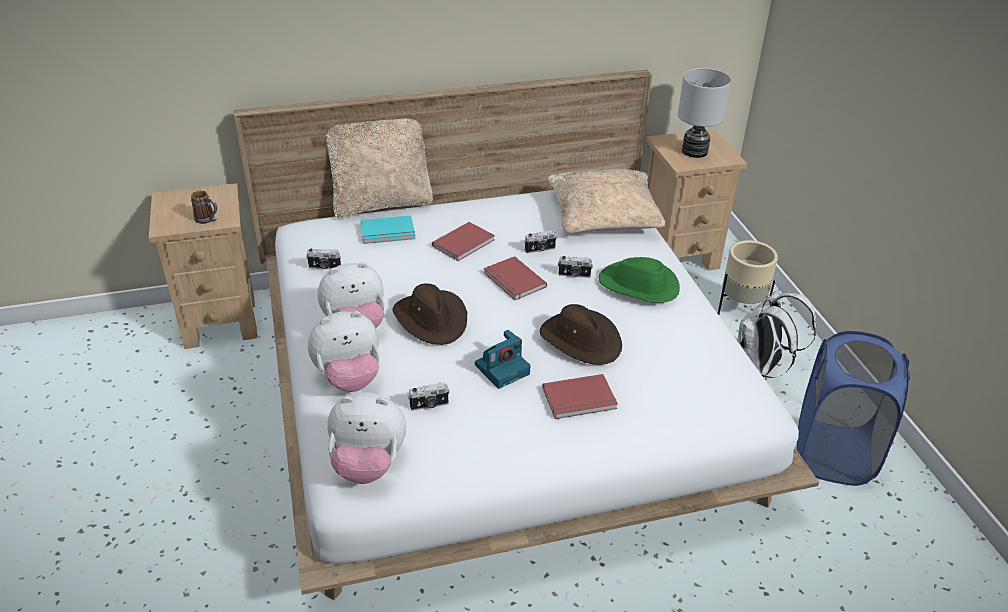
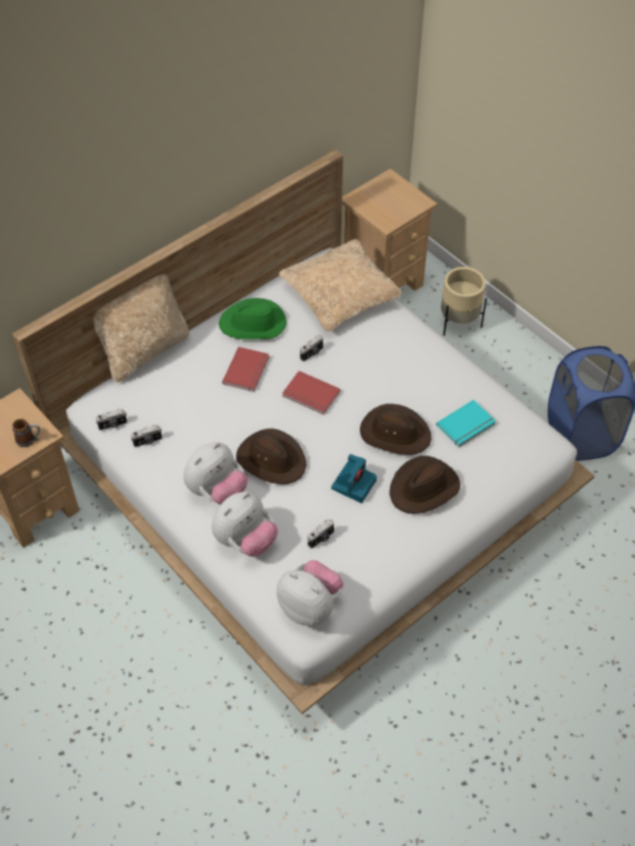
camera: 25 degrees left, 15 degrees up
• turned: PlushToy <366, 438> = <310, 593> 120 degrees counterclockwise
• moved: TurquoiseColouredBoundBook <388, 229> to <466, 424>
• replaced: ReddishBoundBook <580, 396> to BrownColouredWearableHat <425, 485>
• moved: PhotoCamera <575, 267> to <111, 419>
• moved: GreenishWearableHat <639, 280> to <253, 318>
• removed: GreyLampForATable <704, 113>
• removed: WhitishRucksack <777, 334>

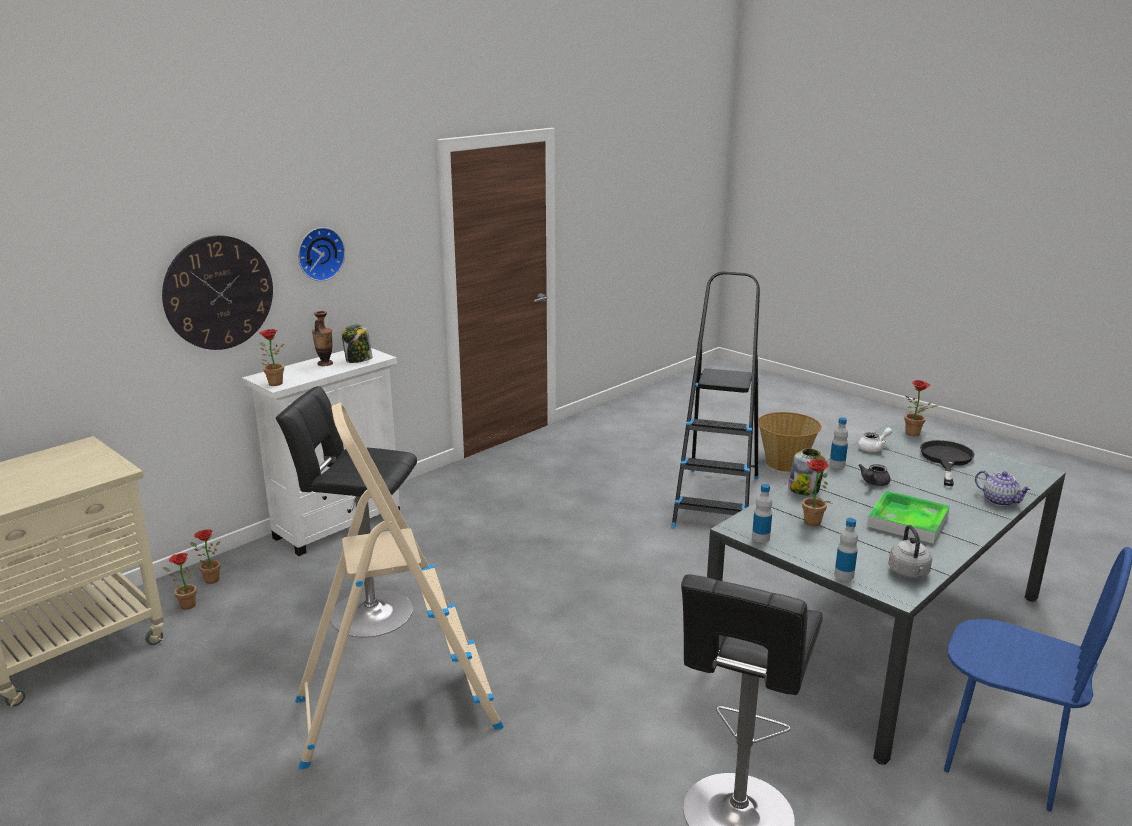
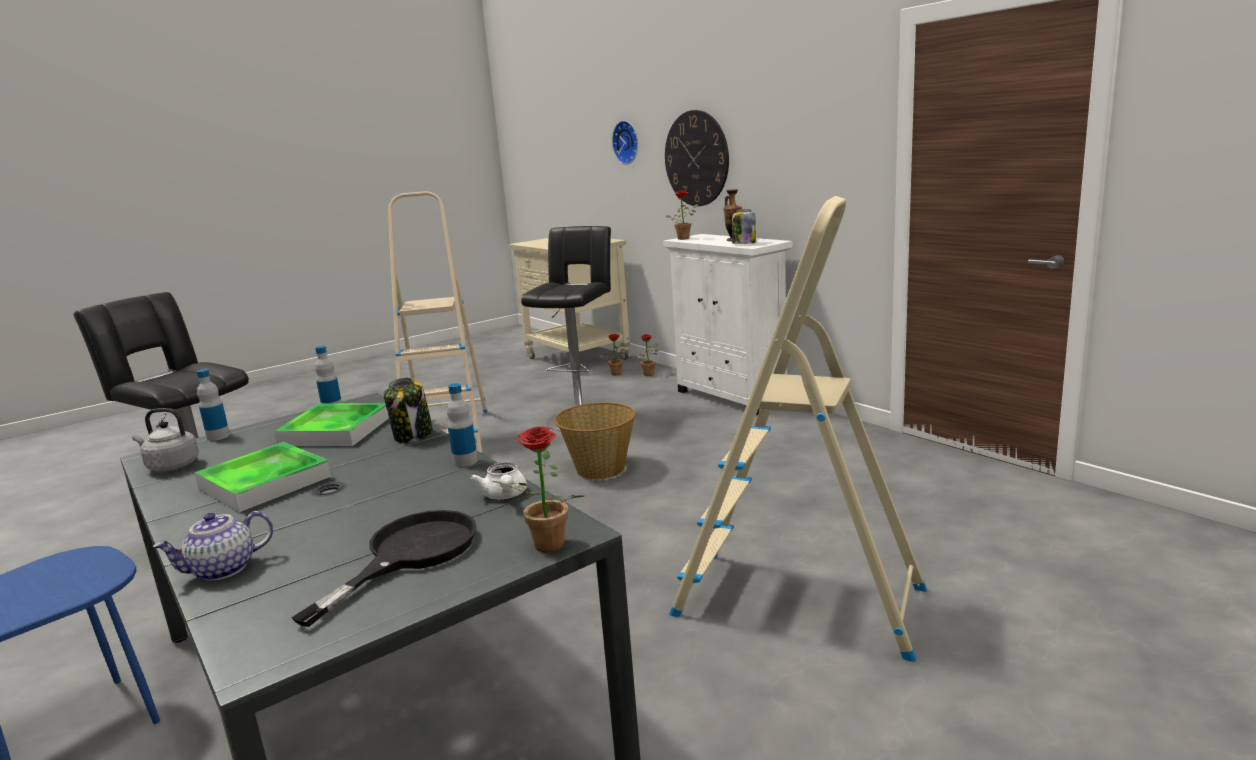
camera: 100 degrees right, 5 degrees down
• moved: ClockOnTheWall <321, 254> to <625, 143>
• recoloured: BlackishStepladder <715, 400> to BeigeColouredStepladder <798, 428>
• moved: Basket <790, 442> to <595, 441>
• replaced: PottedPlant <810, 492> to ServingTray <331, 424>
• removed: GreyTeapot <874, 475>
• turned: BlackishPan <947, 463> = <384, 568> 90 degrees counterclockwise

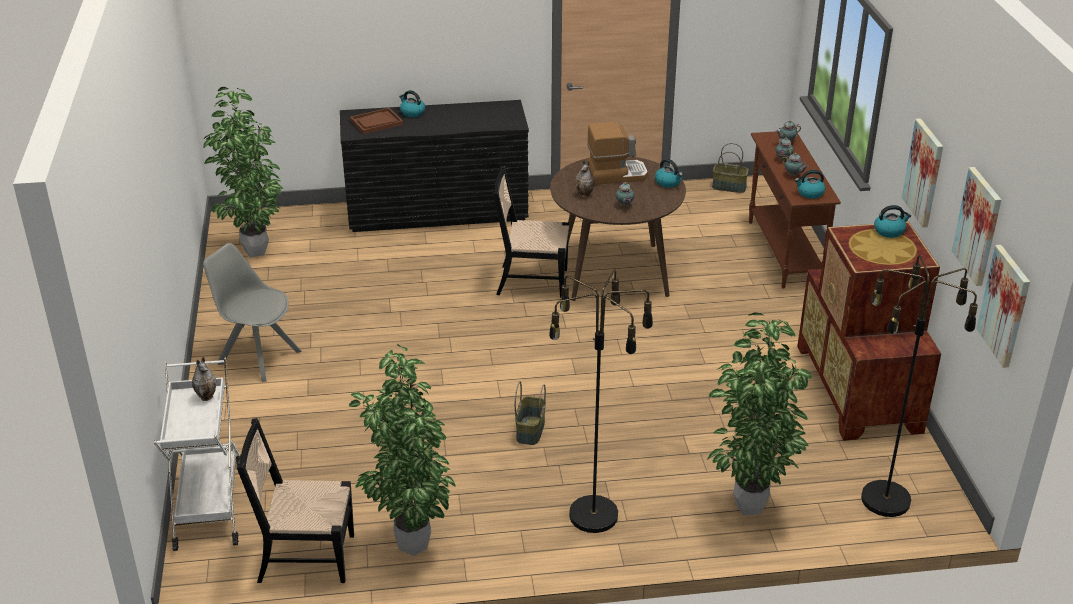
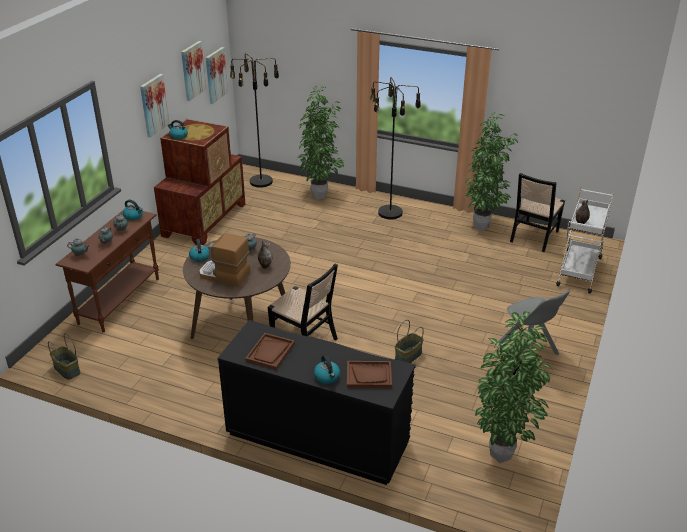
camera: 150 degrees left, 0 degrees up
• turned: PlainChair <295, 500> = <537, 212> 90 degrees clockwise
• moved: Basket <530, 413> to <409, 341>
• added: BrownColouredServingTray <270, 351>

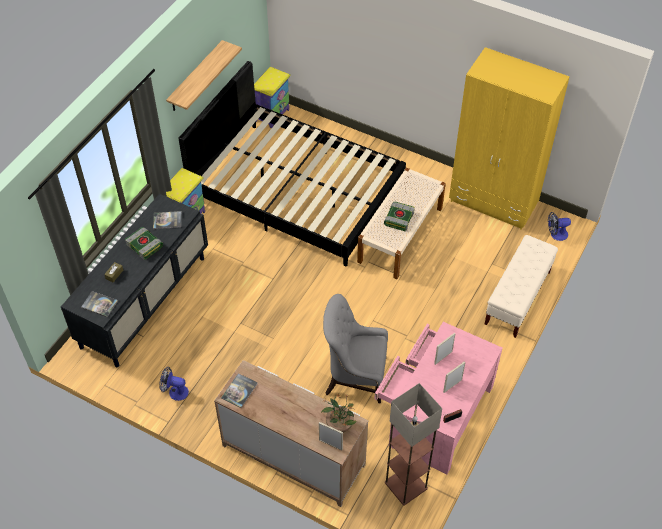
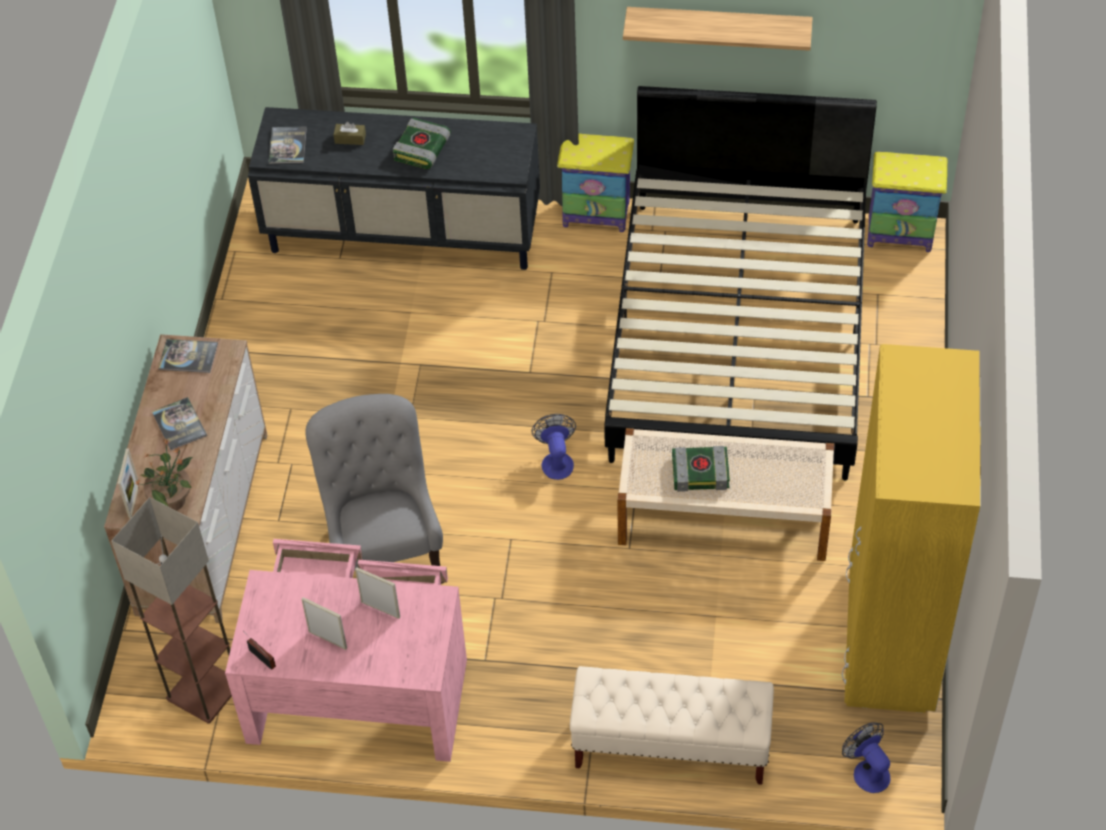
camera: 70 degrees right, 0 degrees up
• moved: BoundBook <167, 220> to <179, 423>
• moved: ElectricFan <174, 384> to <553, 447>

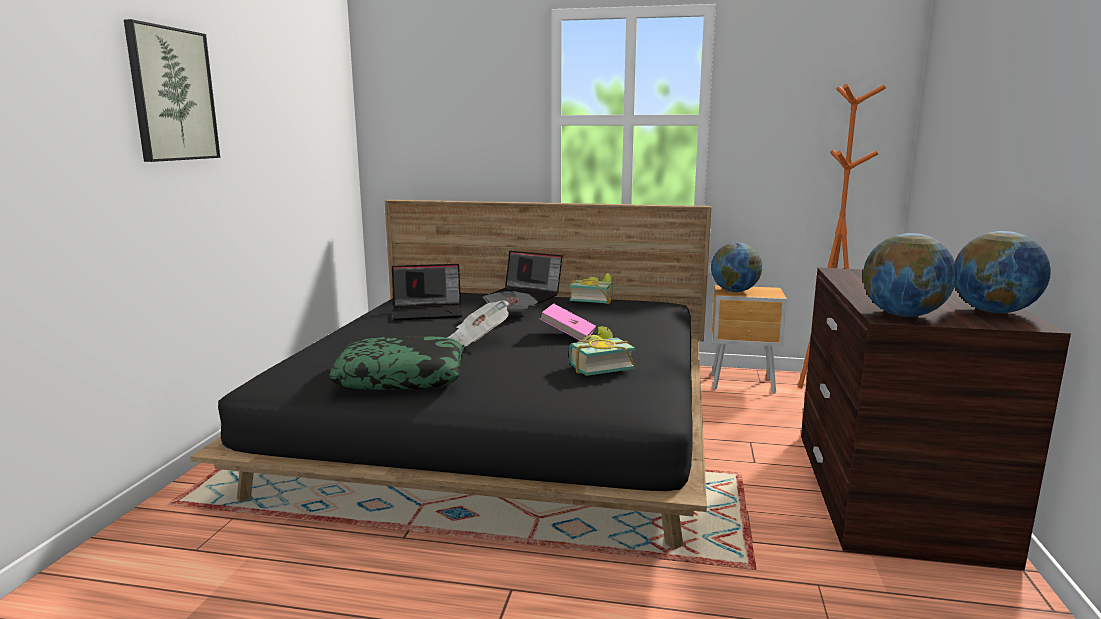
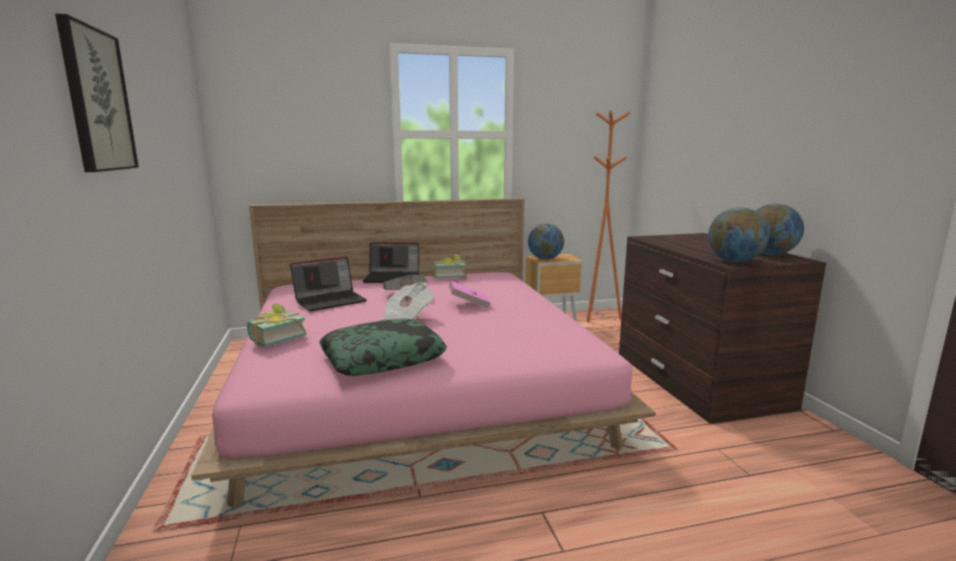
camera: 25 degrees left, 0 degrees up
• recoloured: BlackishSleepingBed <451, 374> to PinkSleepingBed <423, 353>
• moved: BoundBook <602, 351> to <276, 325>

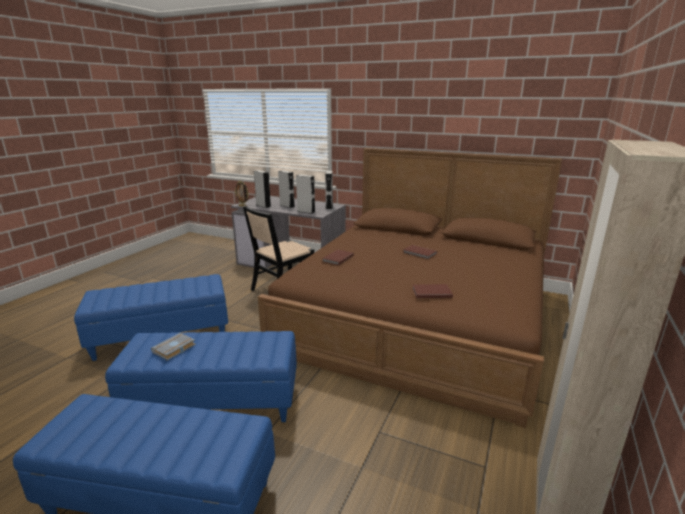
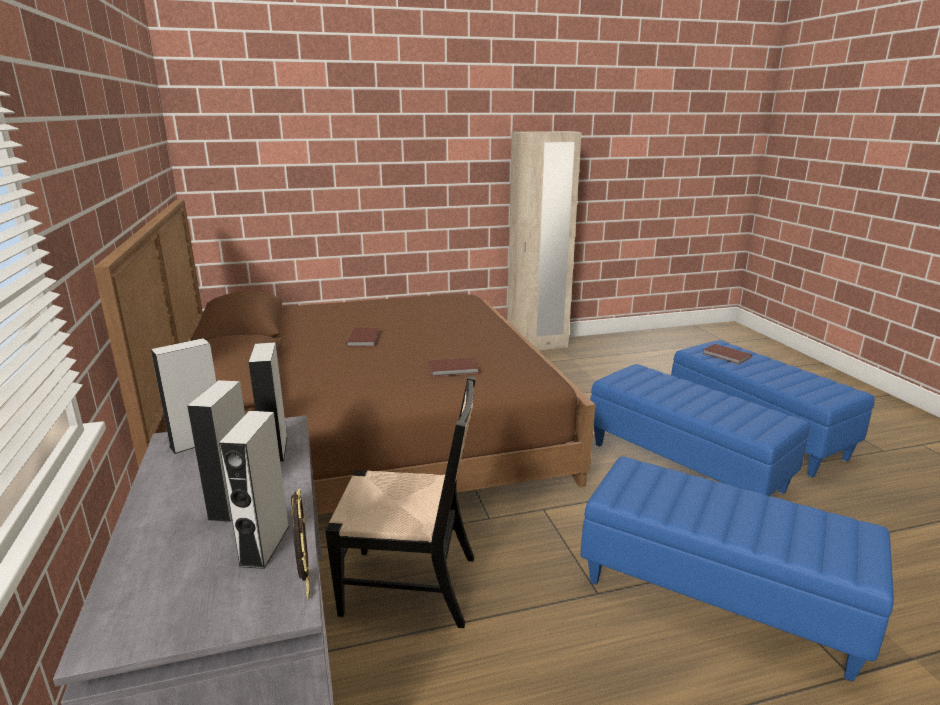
camera: 130 degrees left, 0 degrees up
• removed: GreyBoundBook <173, 347>
• moved: BrownColouredBoundBook <432, 291> to <727, 354>

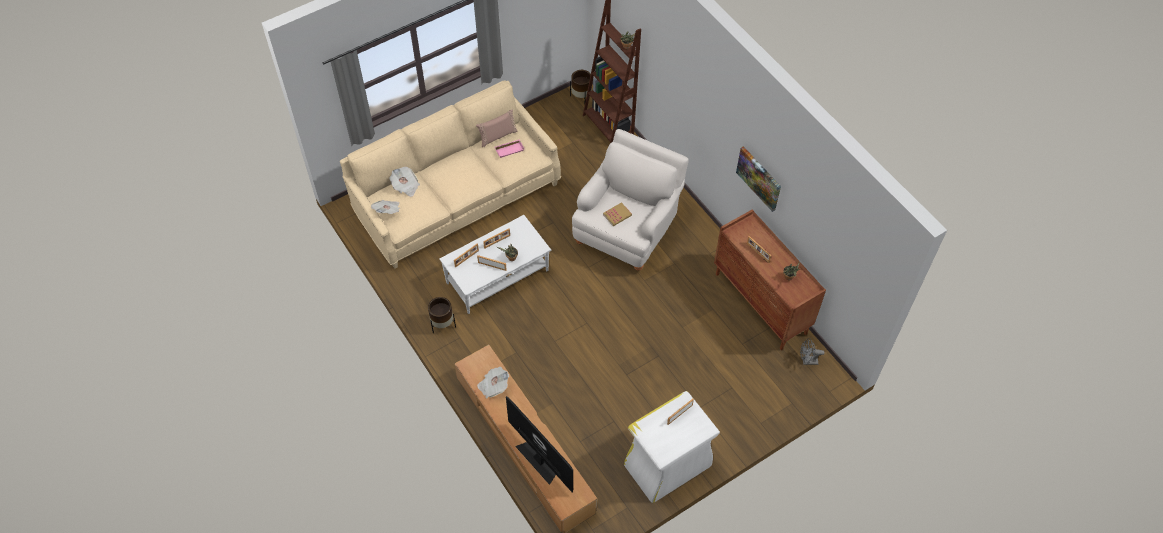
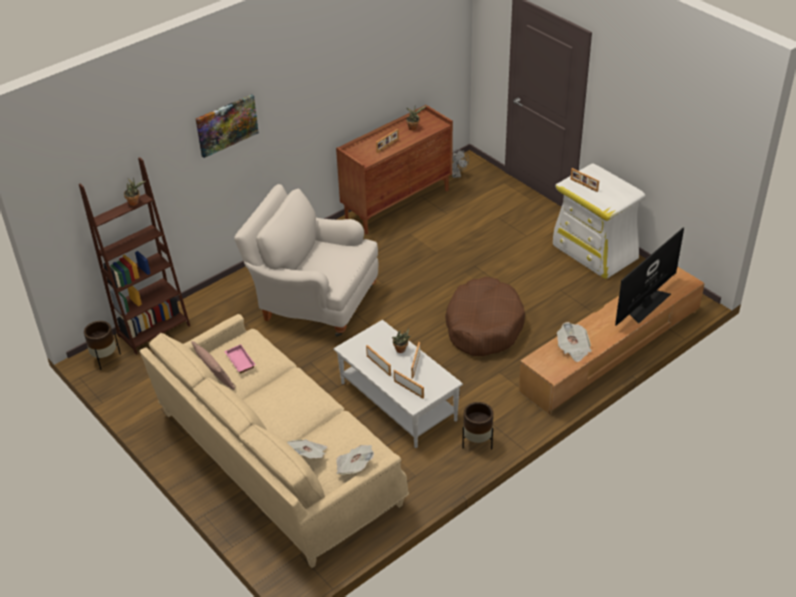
camera: 95 degrees left, 15 degrees down
• removed: BoundBook <617, 214>
• moved: Picture <758, 179> to <227, 126>
• added: BrownColouredDogCushion <485, 316>

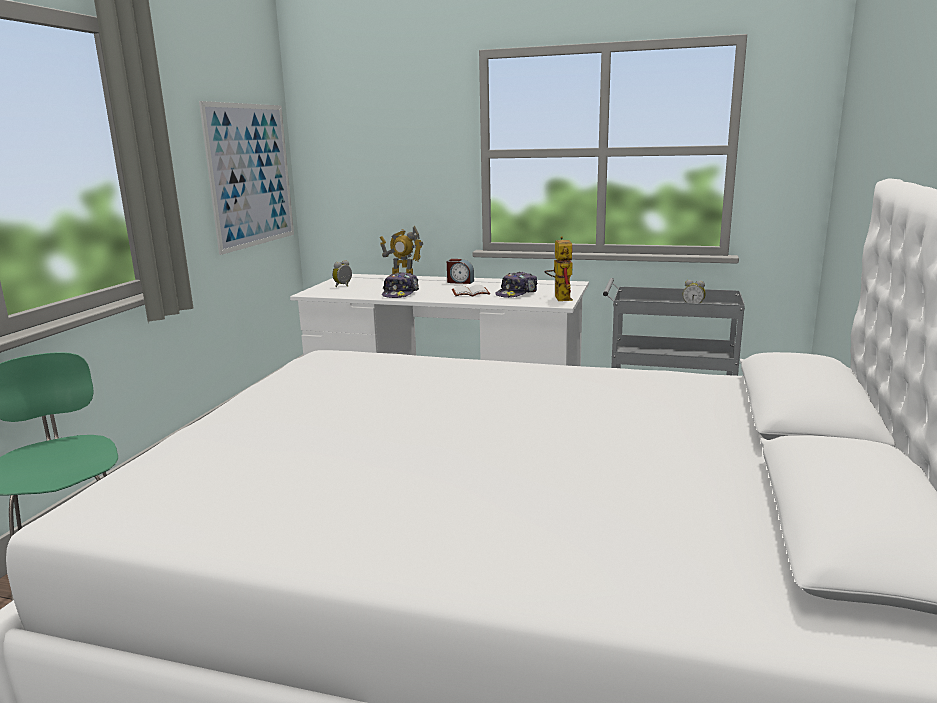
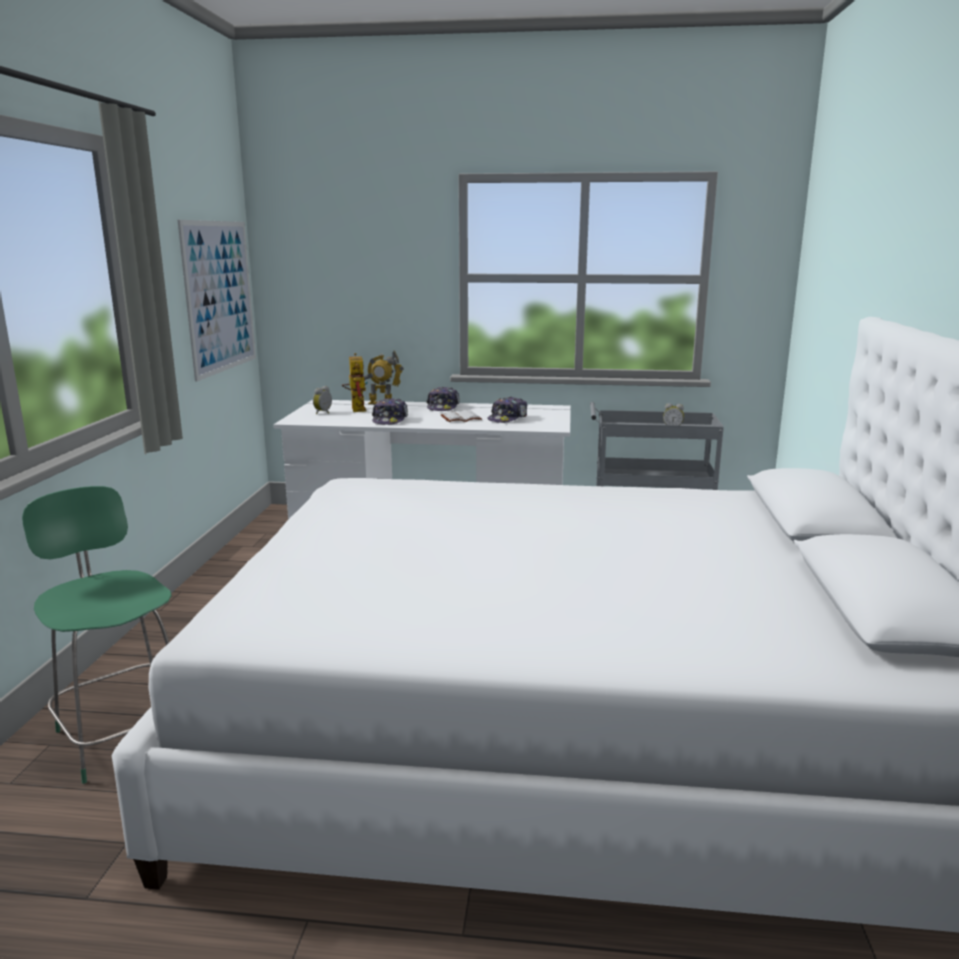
camera: 10 degrees left, 0 degrees up
• replaced: AlarmClock <460, 271> to BaseballCap <443, 399>
• moved: RobotFigure <559, 268> to <355, 382>

